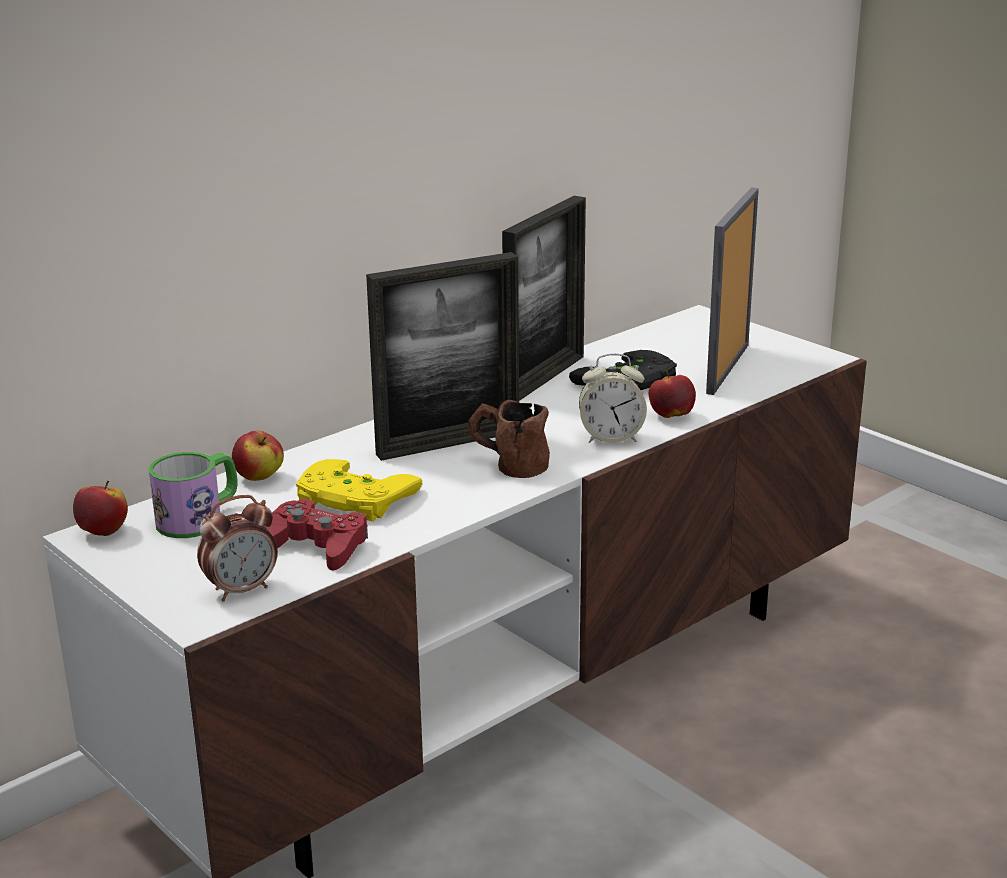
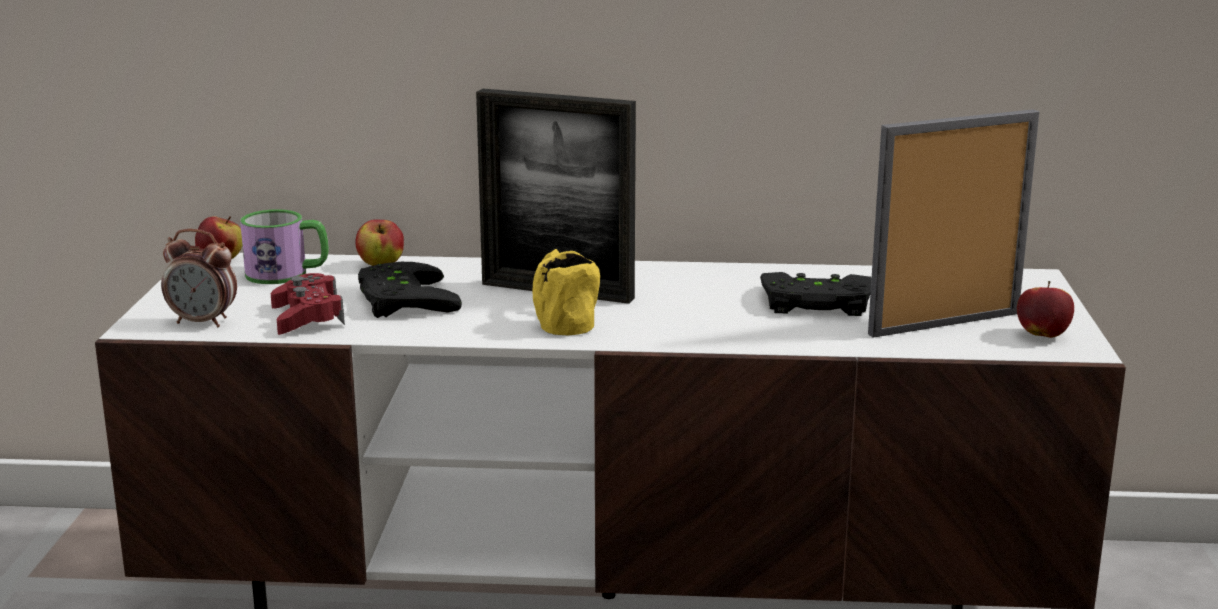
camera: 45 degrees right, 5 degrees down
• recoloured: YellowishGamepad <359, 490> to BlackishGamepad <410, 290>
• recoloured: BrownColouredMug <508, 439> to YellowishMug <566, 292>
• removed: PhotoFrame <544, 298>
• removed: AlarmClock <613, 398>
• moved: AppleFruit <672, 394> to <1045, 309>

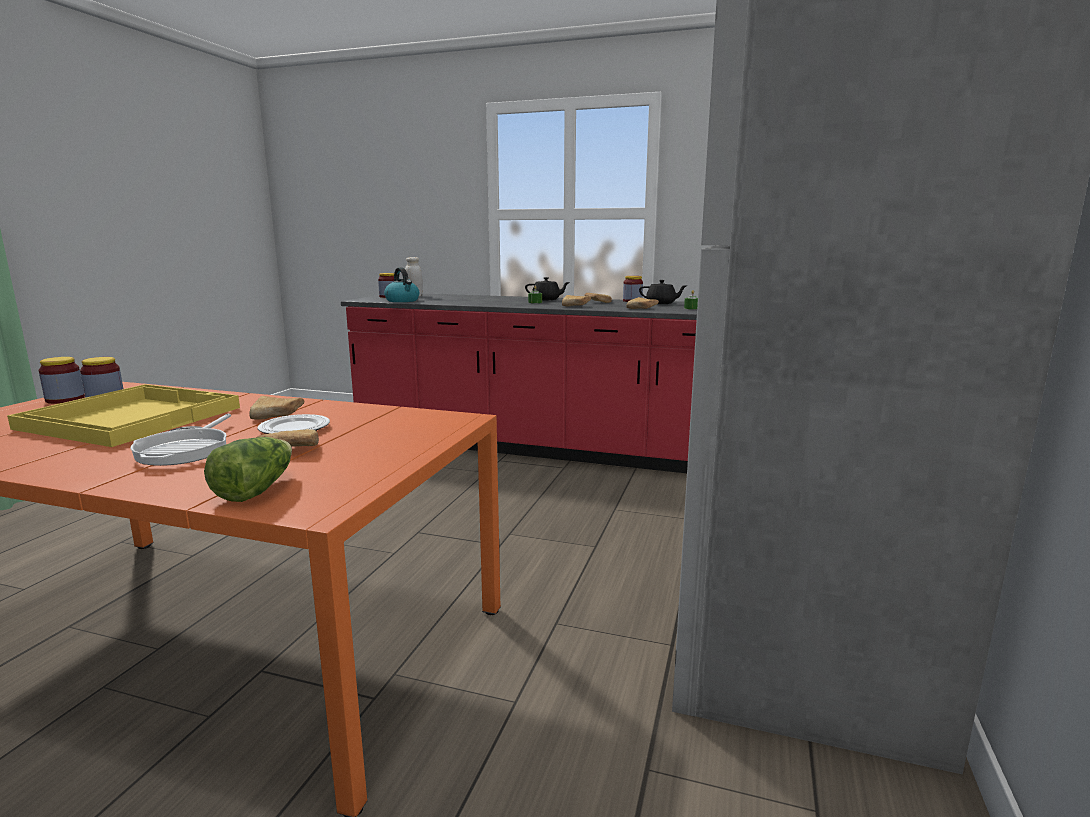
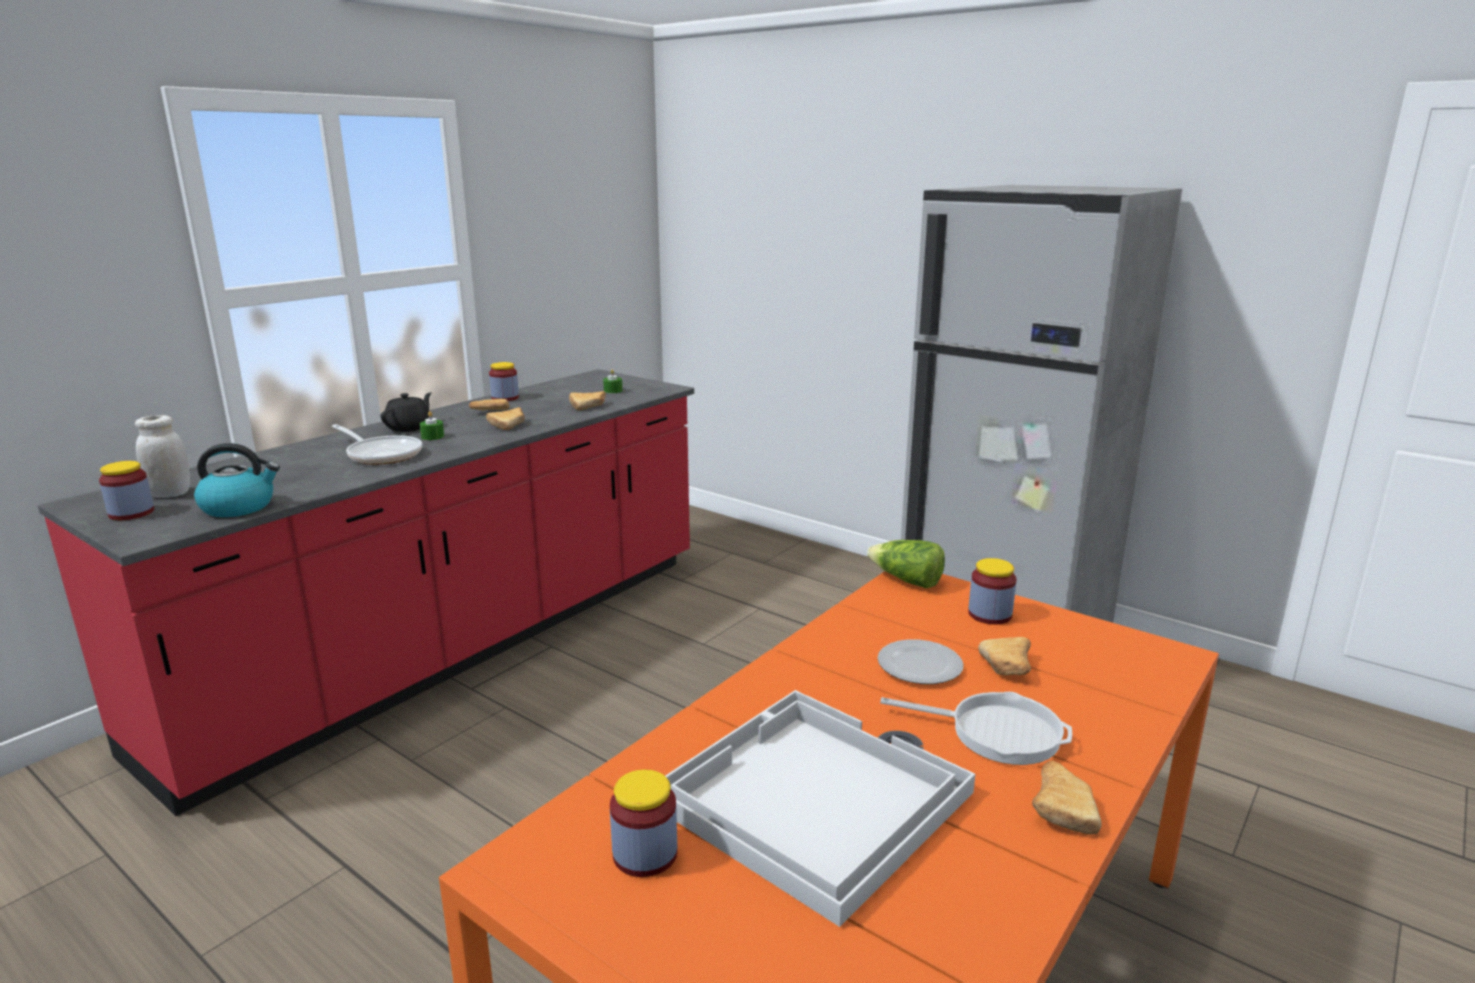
camera: 70 degrees left, 5 degrees up
• recoloured: YellowishServingTray <123, 415> to WhitishServingTray <820, 808>
• moved: Jar <61, 380> to <992, 591>
• moved: Lettuce <248, 469> to <906, 564>
• moved: BakeryBread <277, 408> to <1067, 797>
• removed: BlackishTeapot <663, 292>
• added: Pan <377, 444>

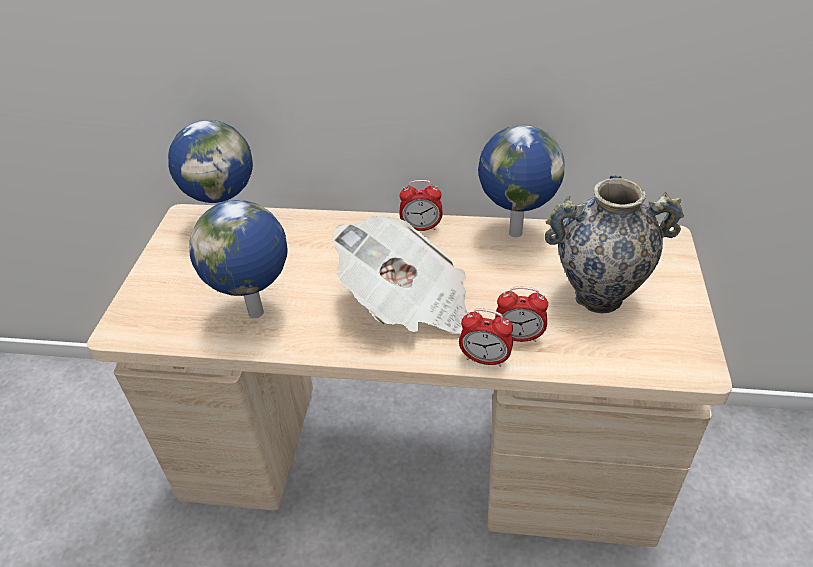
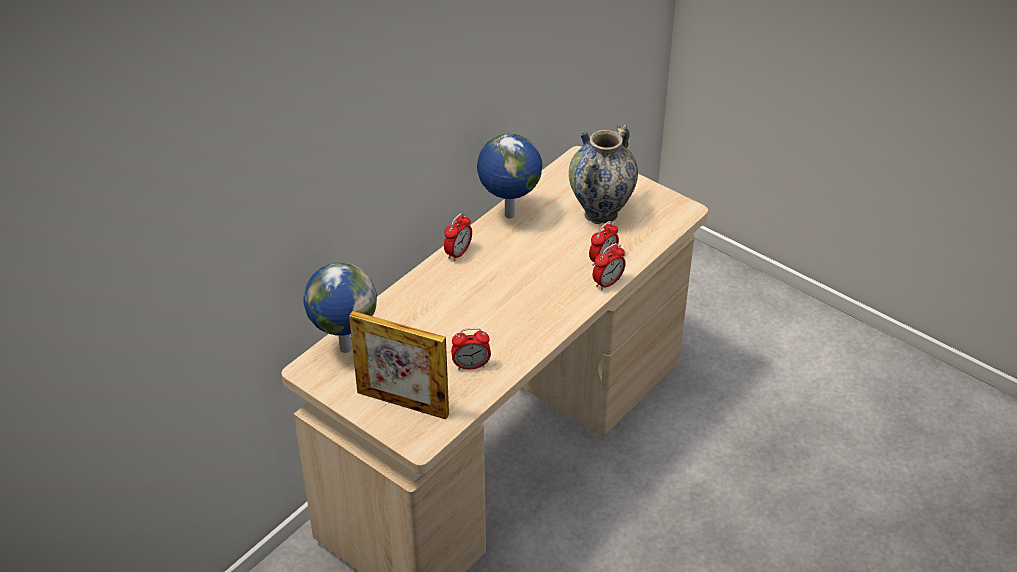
camera: 60 degrees left, 0 degrees up
• replaced: DeskGlobe <239, 259> to AlarmClock <471, 349>
• removed: DailyPaper <399, 275>
• added: PhotoFrame <399, 365>

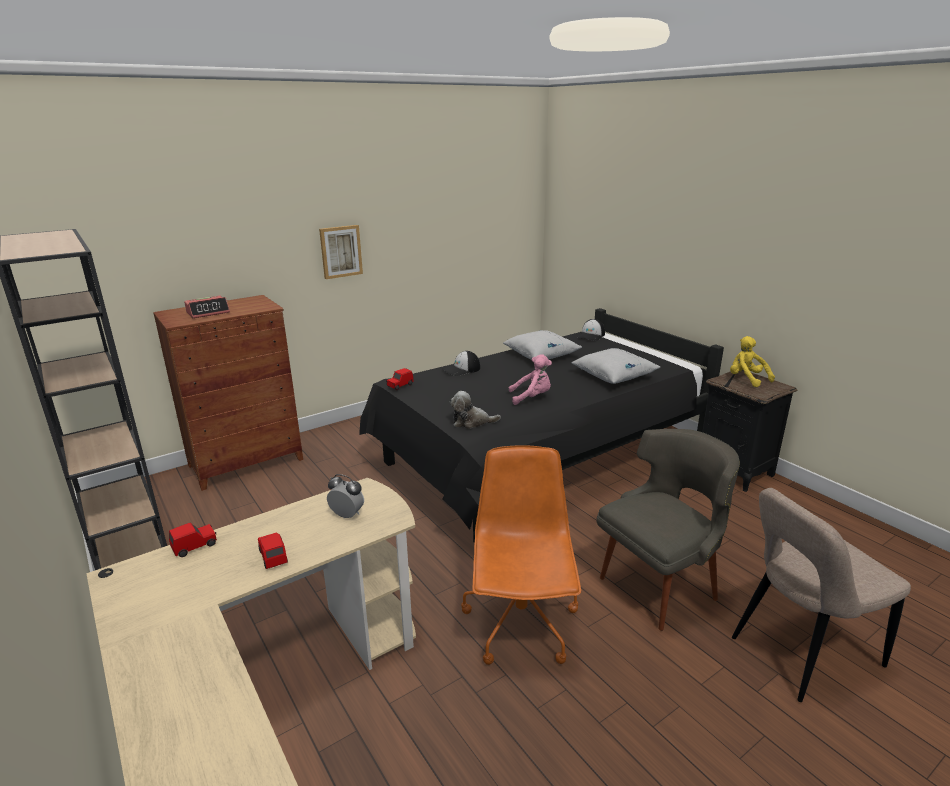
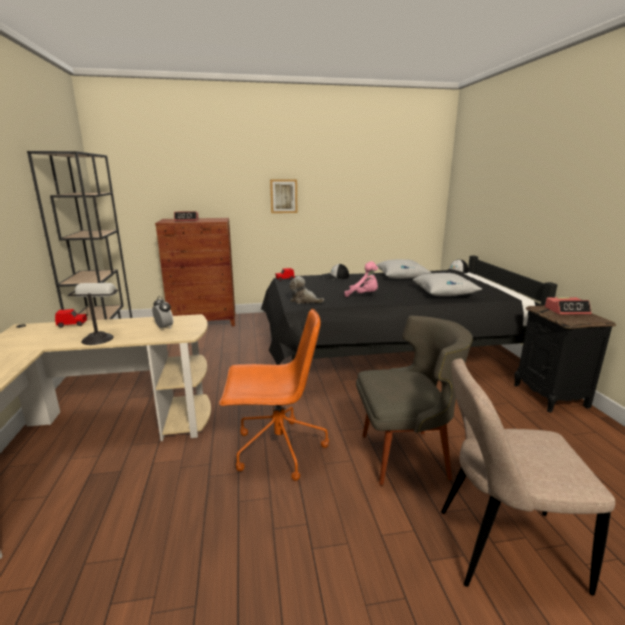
camera: 25 degrees right, 5 degrees down
• replaced: ReddishMiniatureCar <273, 550> to LampForATable <93, 314>
• turned: OrangeyOfficeChair <521, 555> = <274, 395> 60 degrees clockwise
• replaced: YellowishPlushToy <752, 361> to AlarmClock <568, 306>

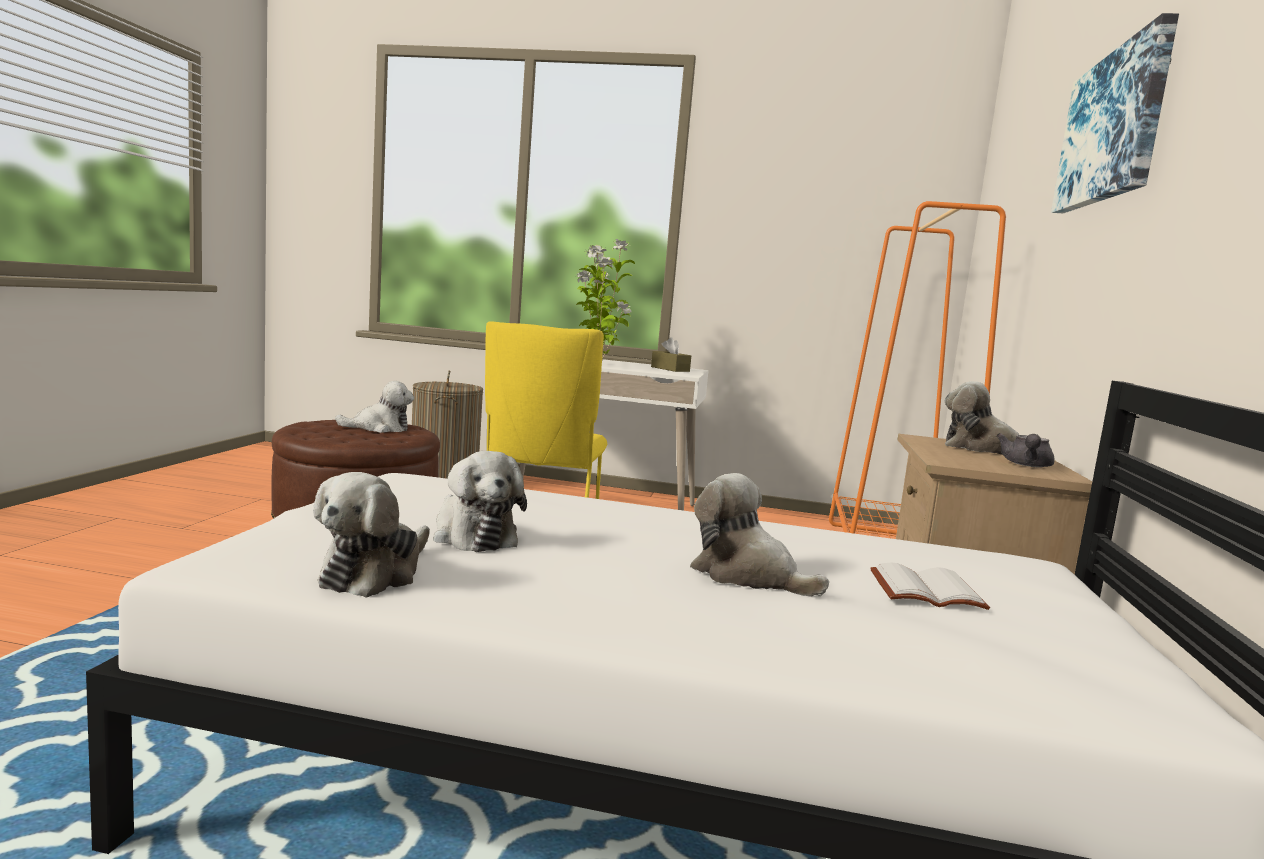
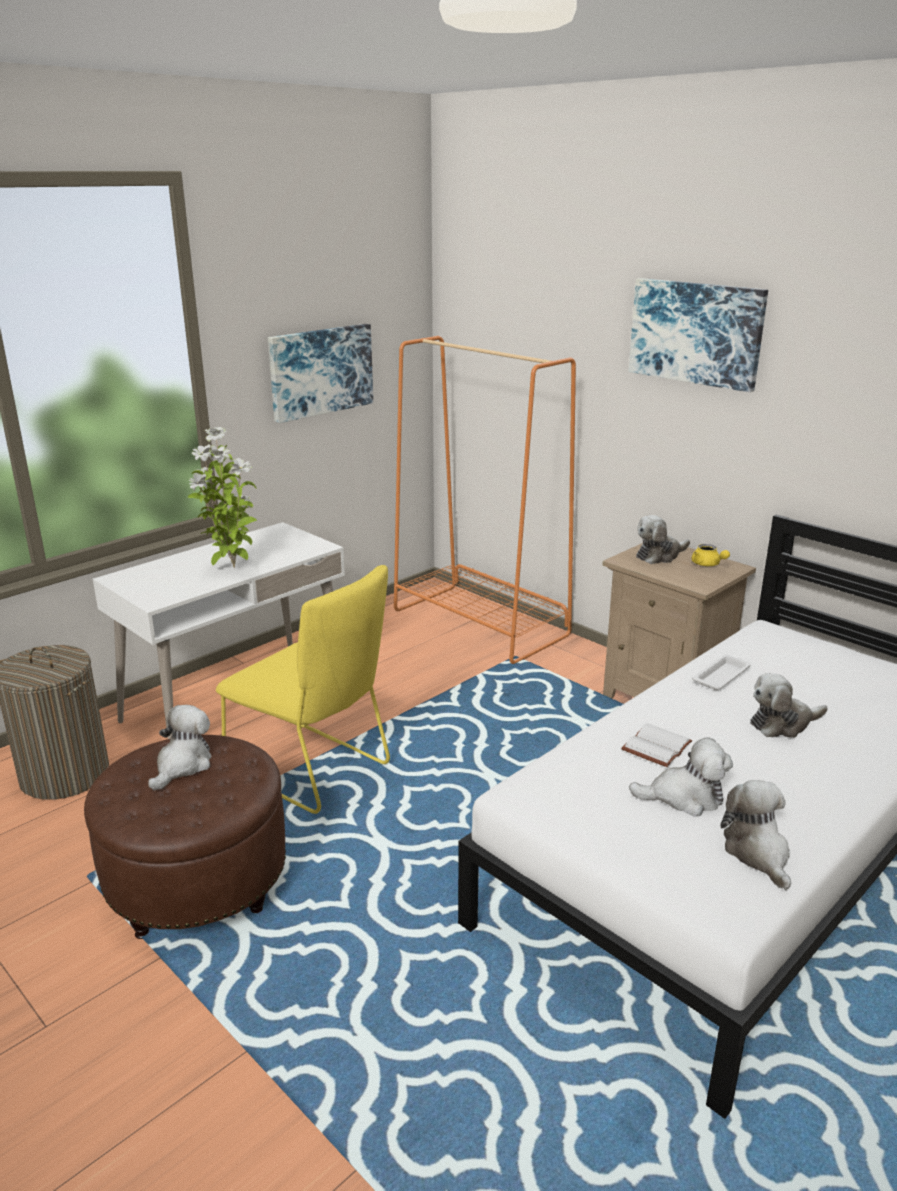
camera: 55 degrees left, 15 degrees up
• turned: PlushToy <371, 534> = <756, 835> 150 degrees counterclockwise
• removed: BrownColouredTissueHolder <671, 354>
• moved: WhitishBoundBook <930, 586> to <656, 745>
• recoloured: GreyTeapot <1025, 450> to YellowishTeapot <711, 555>
• added: Picture <320, 373>
• added: WhitishServingTray <721, 672>

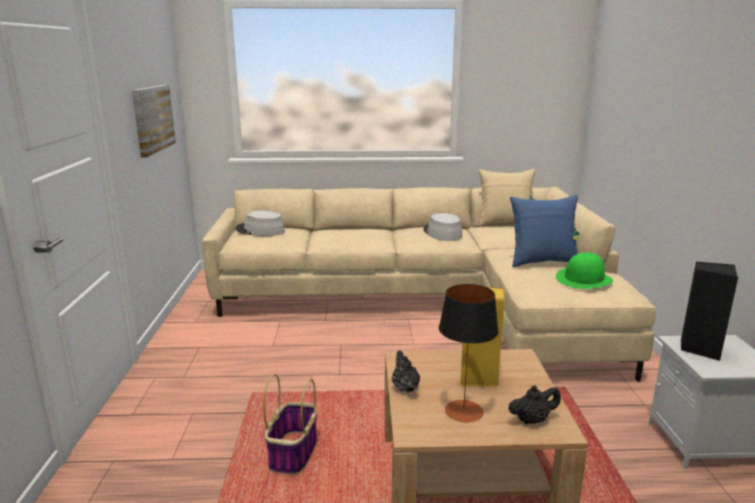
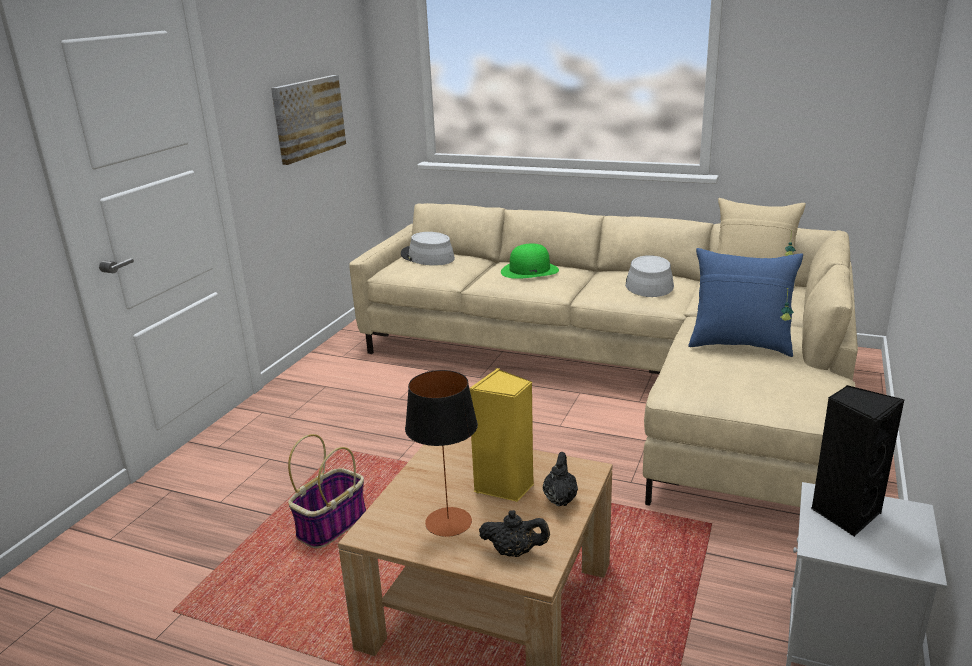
camera: 25 degrees right, 5 degrees up
• moved: BlackishTeapot <406, 371> to <560, 479>
• moved: GreenishWearableHat <584, 270> to <530, 261>

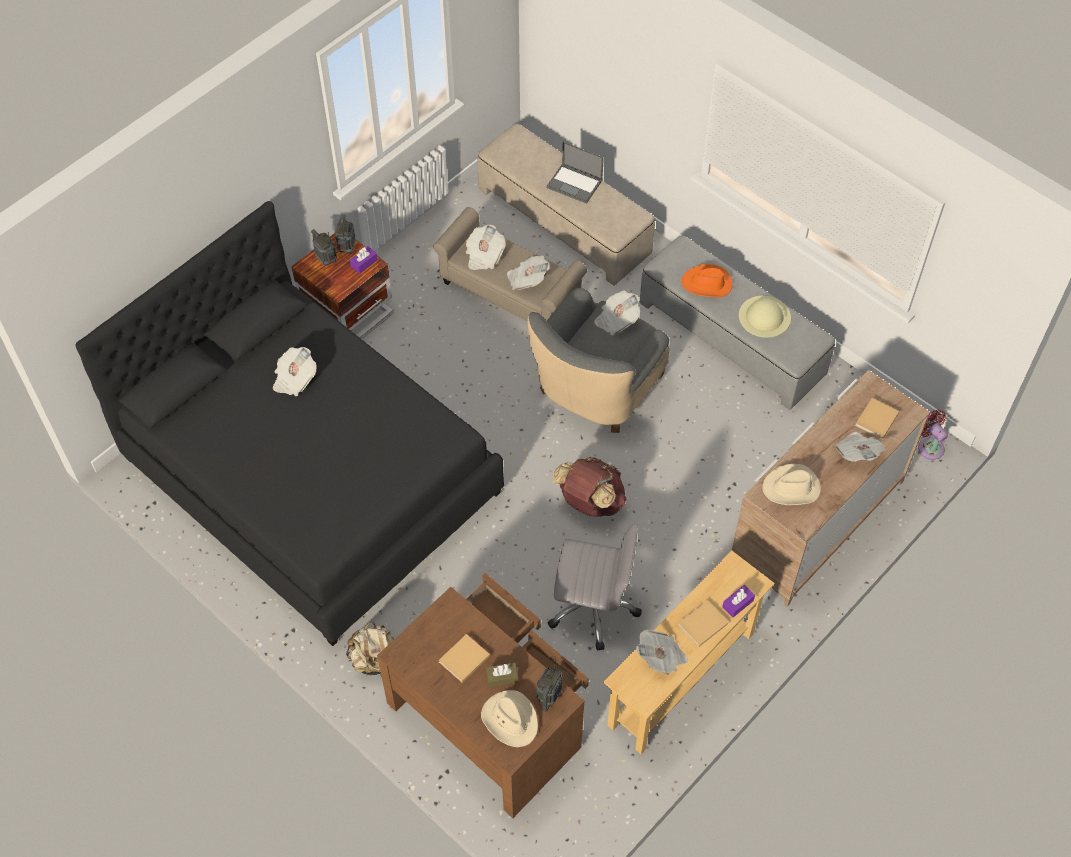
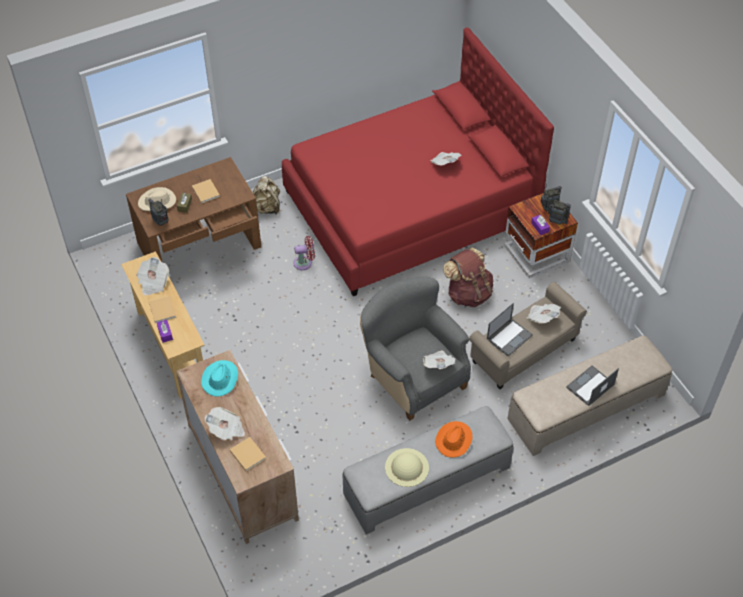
camera: 110 degrees right, 5 degrees down
• recoloured: BlackishSleepingBed <290, 423> to ReddishSleepingBed <418, 161>
• replaced: DailyPaper <528, 273> to Laptop <510, 330>
• removed: GreyOfficeChair <595, 587>
• moved: BrownColouredRucksack <589, 487> to <468, 277>
• recoloured: BeigeColouredWearableHat <791, 484> to TurquoiseColouredWearableHat <219, 378>
• moved: ReddishElectricFan <933, 435> to <304, 253>

